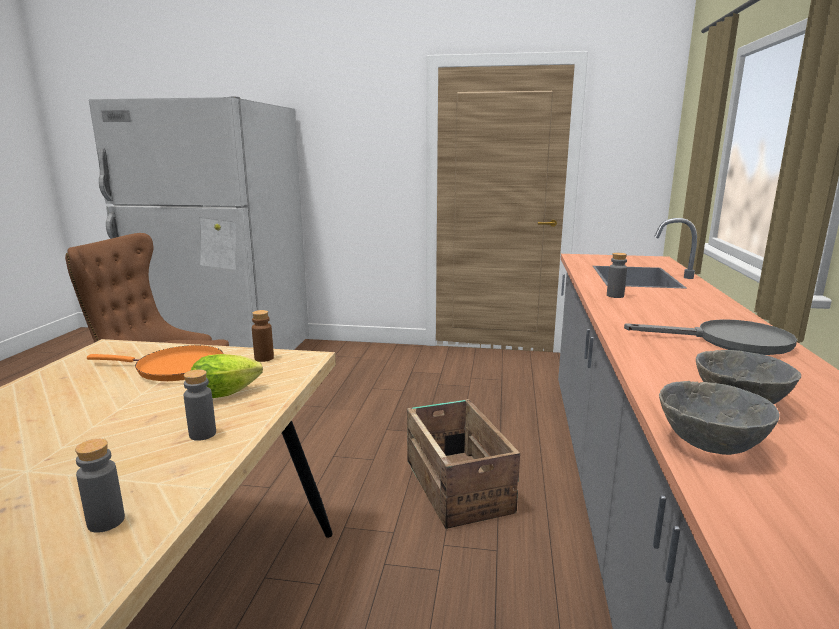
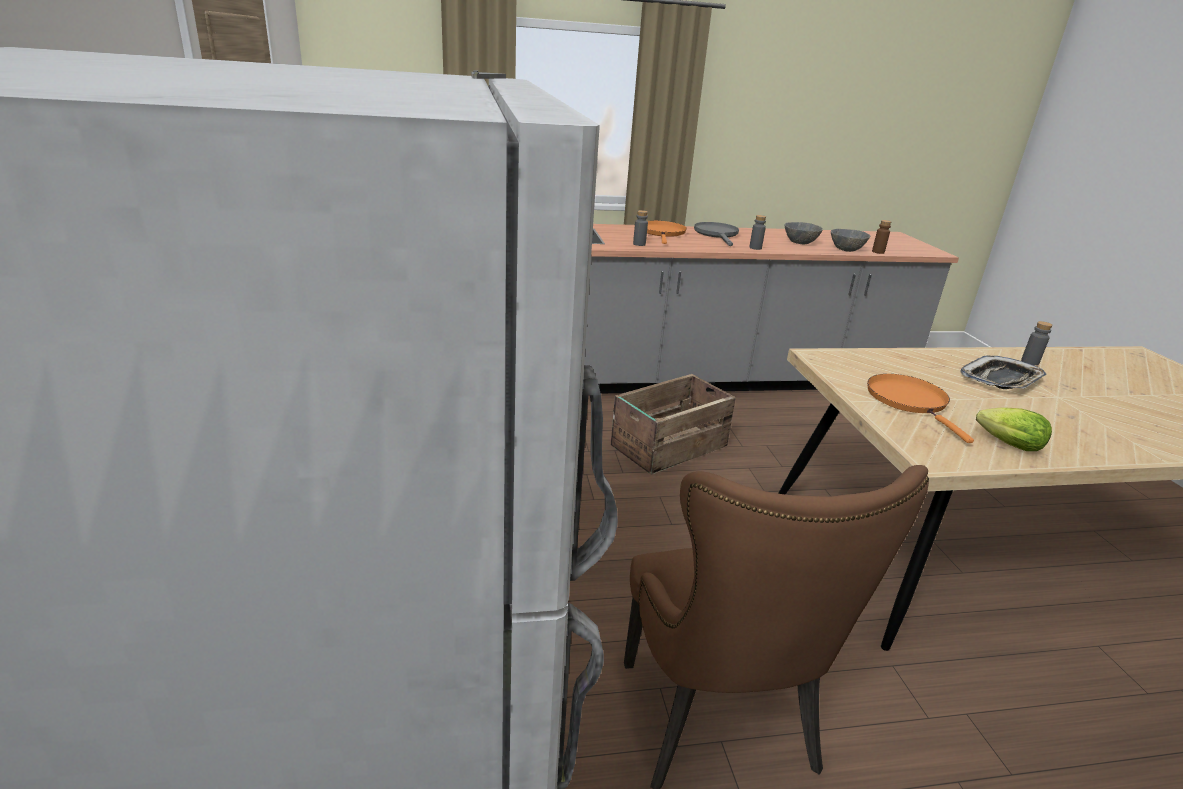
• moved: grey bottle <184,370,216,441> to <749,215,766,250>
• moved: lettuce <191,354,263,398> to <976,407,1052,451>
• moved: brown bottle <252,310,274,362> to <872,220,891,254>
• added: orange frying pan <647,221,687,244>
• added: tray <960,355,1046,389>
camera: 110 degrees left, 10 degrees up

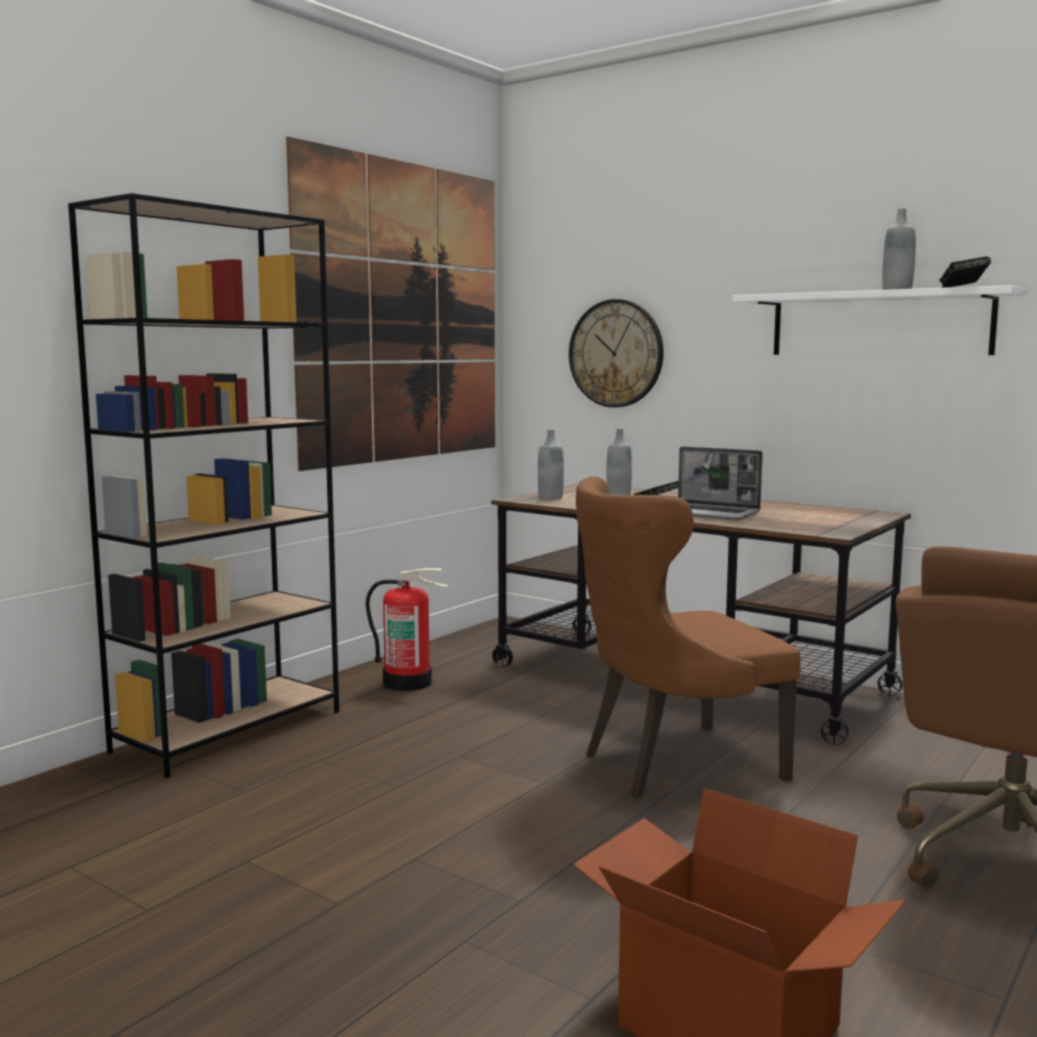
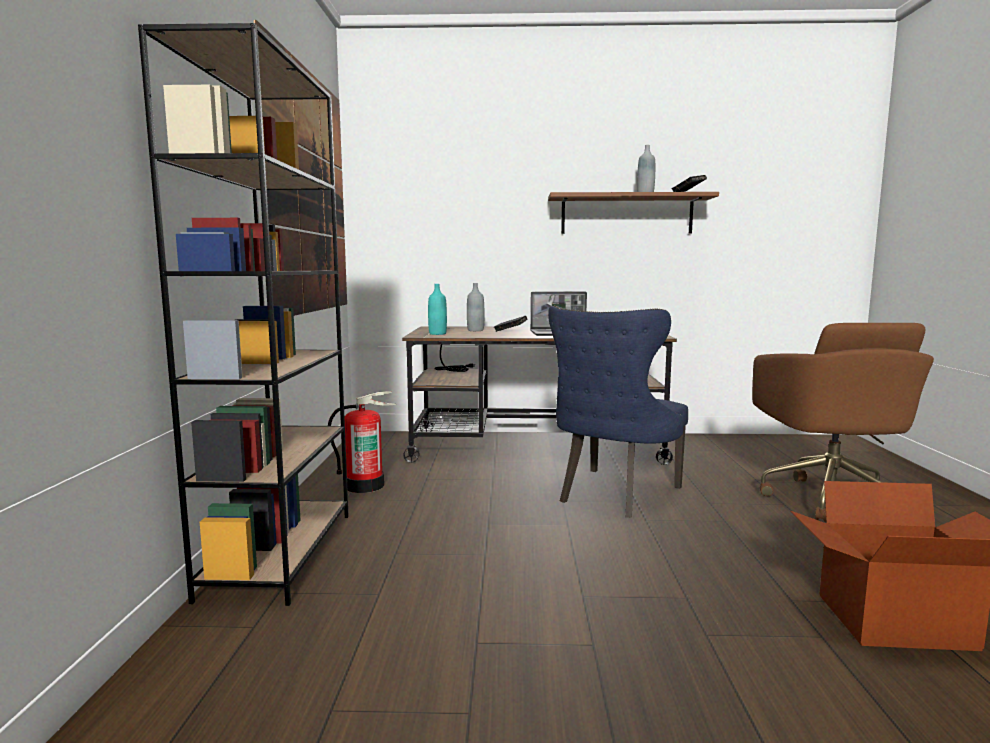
• recoloured: grey bottle <538,429,564,500> to turquoise bottle <428,284,447,335>
• removed: wall clock <569,299,664,408>
• recoloured: brown chair <576,476,800,798> to blue chair <548,305,688,518>
• recoloured: white shelf <732,285,1026,355> to brown shelf <548,192,719,234>
camera: 35 degrees left, 0 degrees up

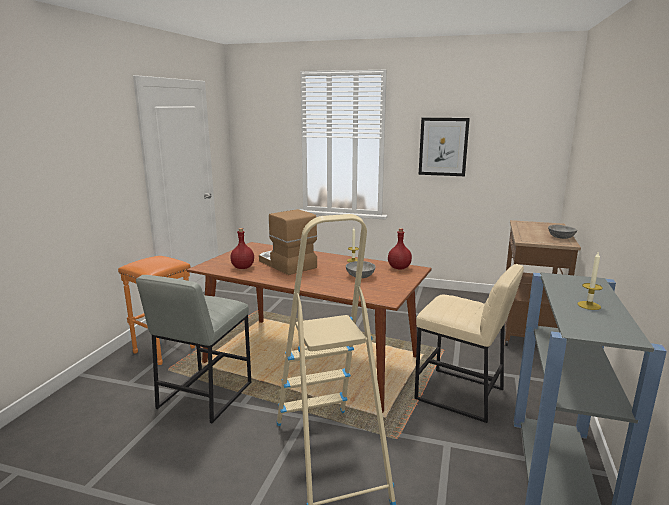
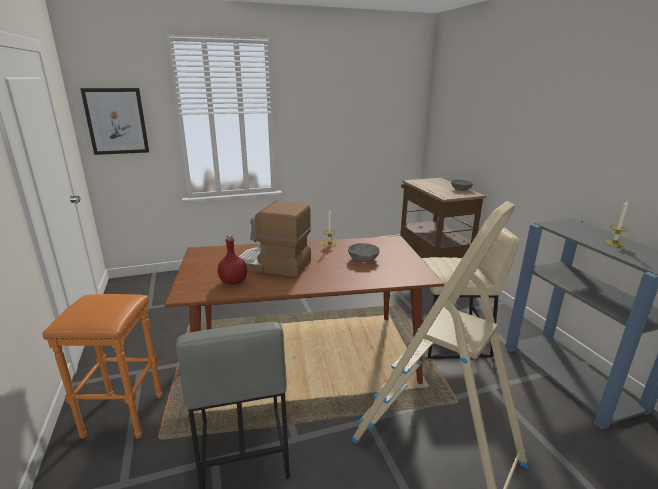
• removed: red bottle <388,228,412,270>
• moved: picture <419,118,470,176> to <80,88,149,155>
camera: 35 degrees left, 5 degrees up

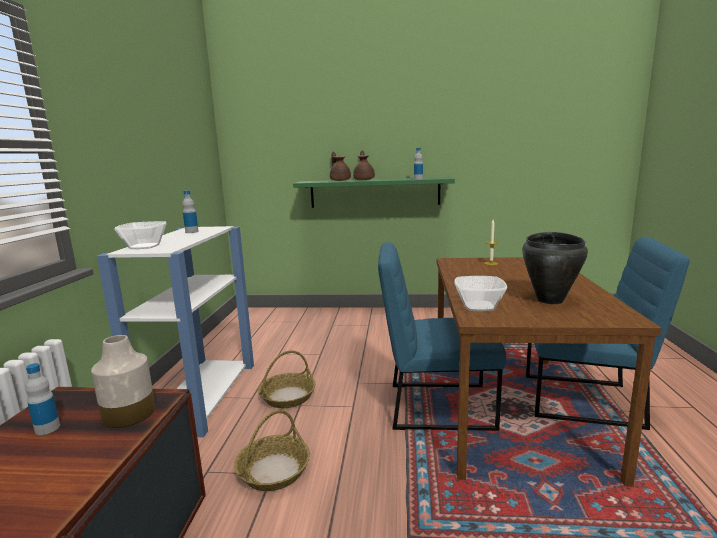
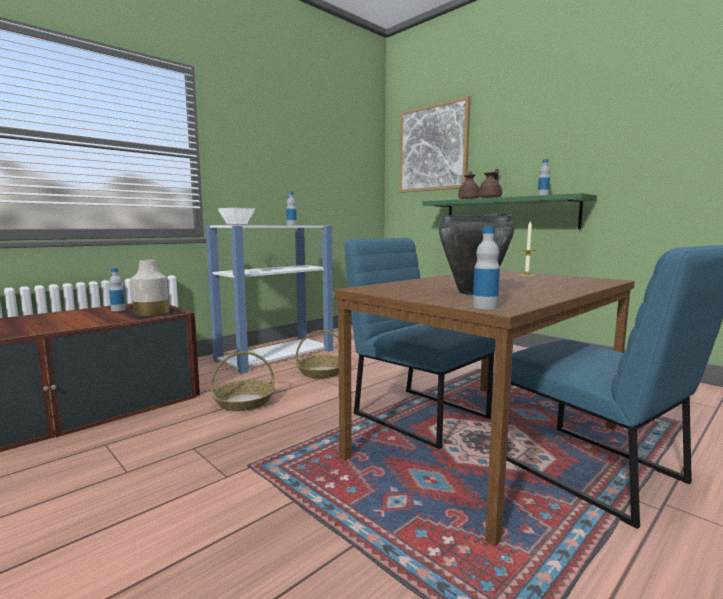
• removed: bowl <454,276,507,311>
• added: picture <399,96,471,193>
• added: bottle <473,226,500,309>
camera: 40 degrees right, 5 degrees down

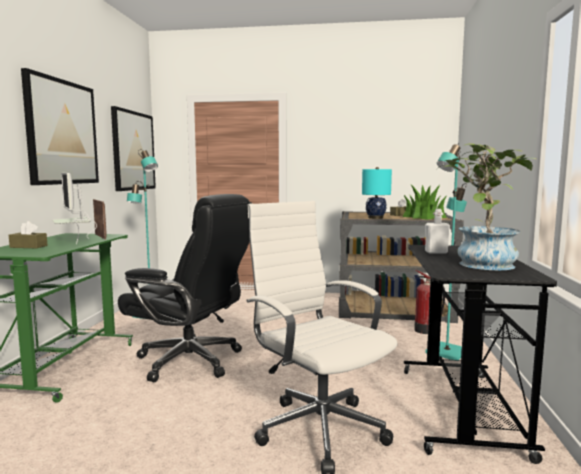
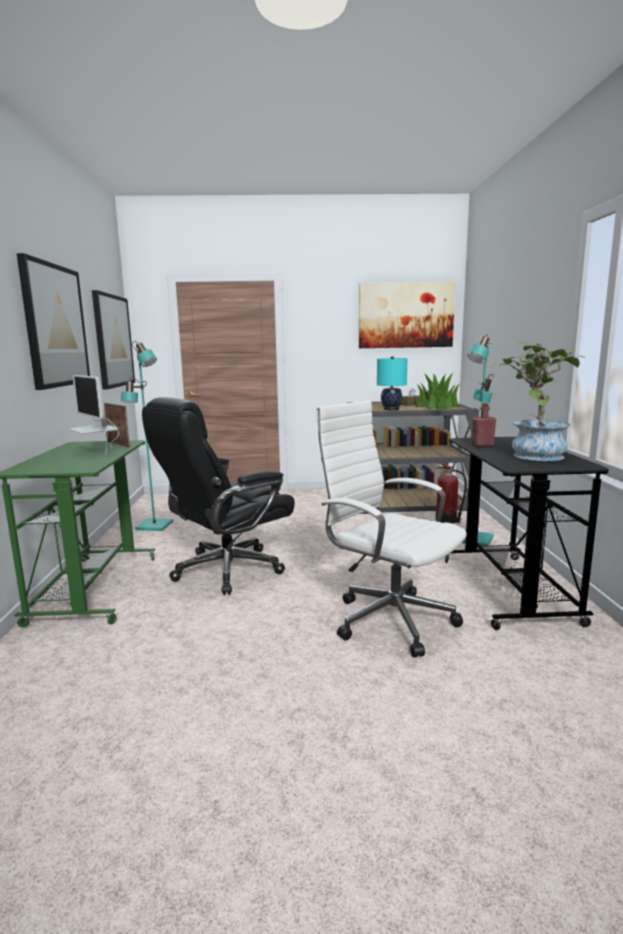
• removed: brown tissue box <9,221,48,248>
• turned: black office chair <118,194,253,382> = <142,397,295,595> 120 degrees clockwise
• recoloured: white bottle <425,209,450,254> to red bottle <472,403,496,447>
• added: picture <359,282,455,348>
camera: 10 degrees left, 5 degrees up

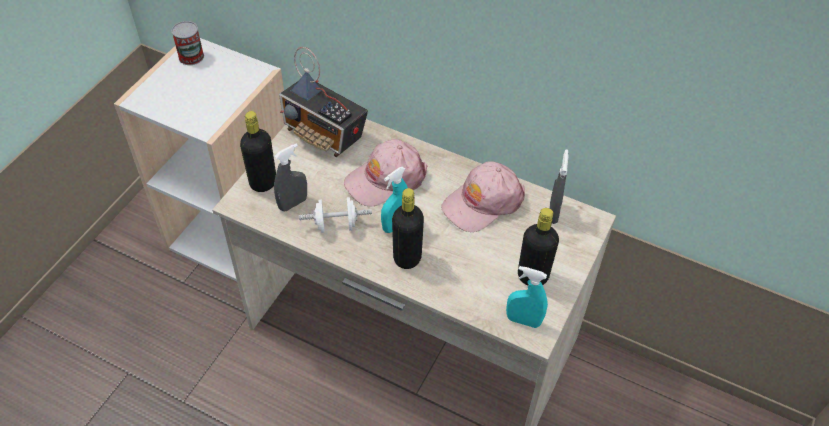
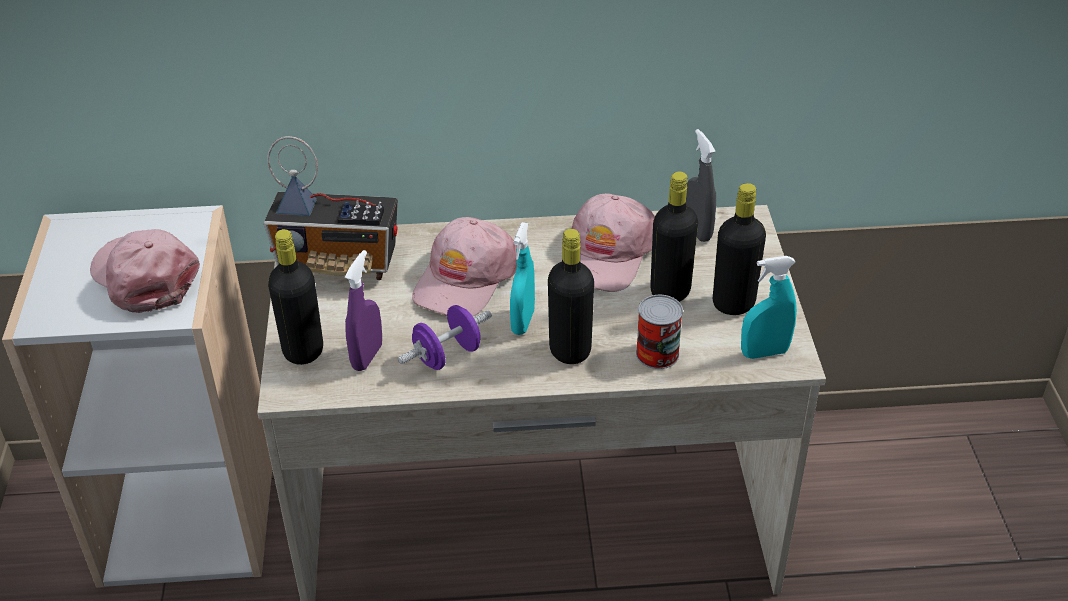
• moved: can <171,21,204,65> to <636,295,683,369>
• recoloured: grey spray bottle <274,143,307,211> to purple spray bottle <345,250,382,371>
• recoloured: white dumbbell <299,197,372,233> to purple dumbbell <398,305,492,370>
• added: pink cap <90,229,200,313>
• added: black bottle <650,172,698,302>
camera: 30 degrees left, 10 degrees down

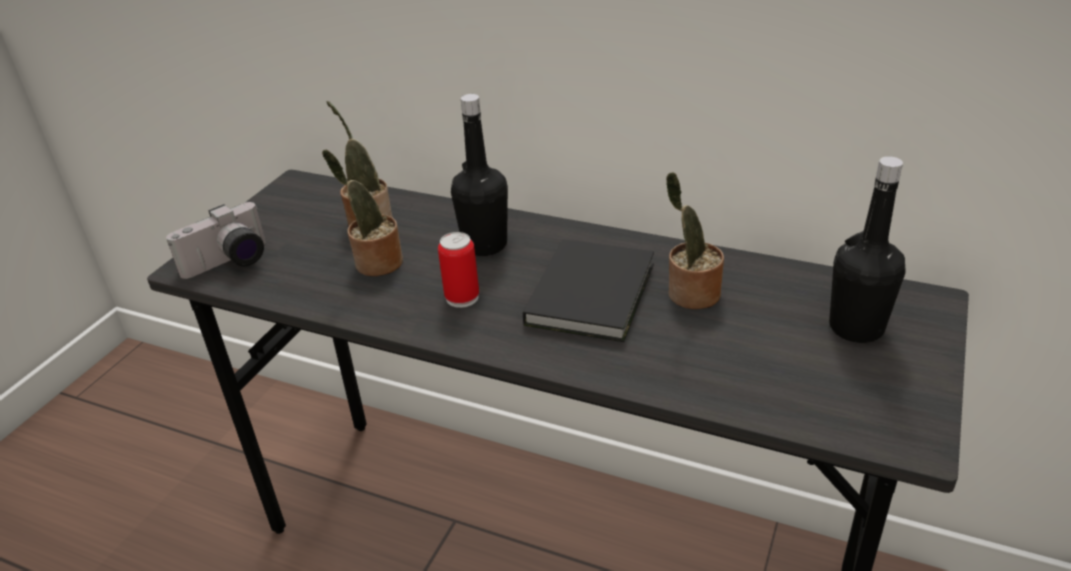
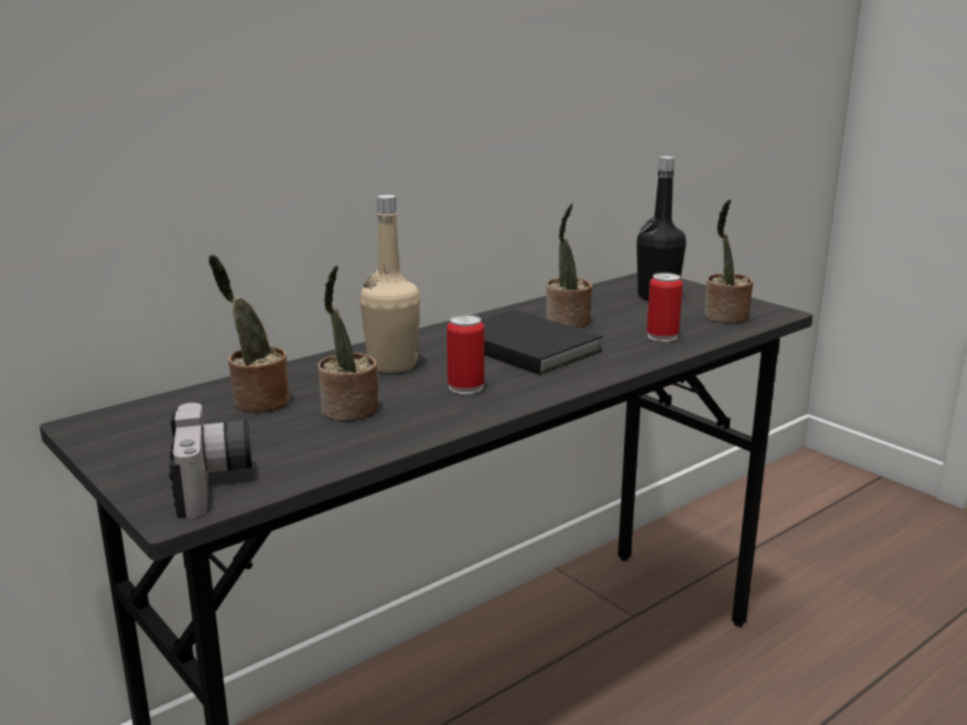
• recoloured: black bottle <451,94,508,256> to beige bottle <360,195,420,373>
• added: can <647,273,683,342>
• added: potted plant <704,199,753,323>
camera: 65 degrees left, 15 degrees down

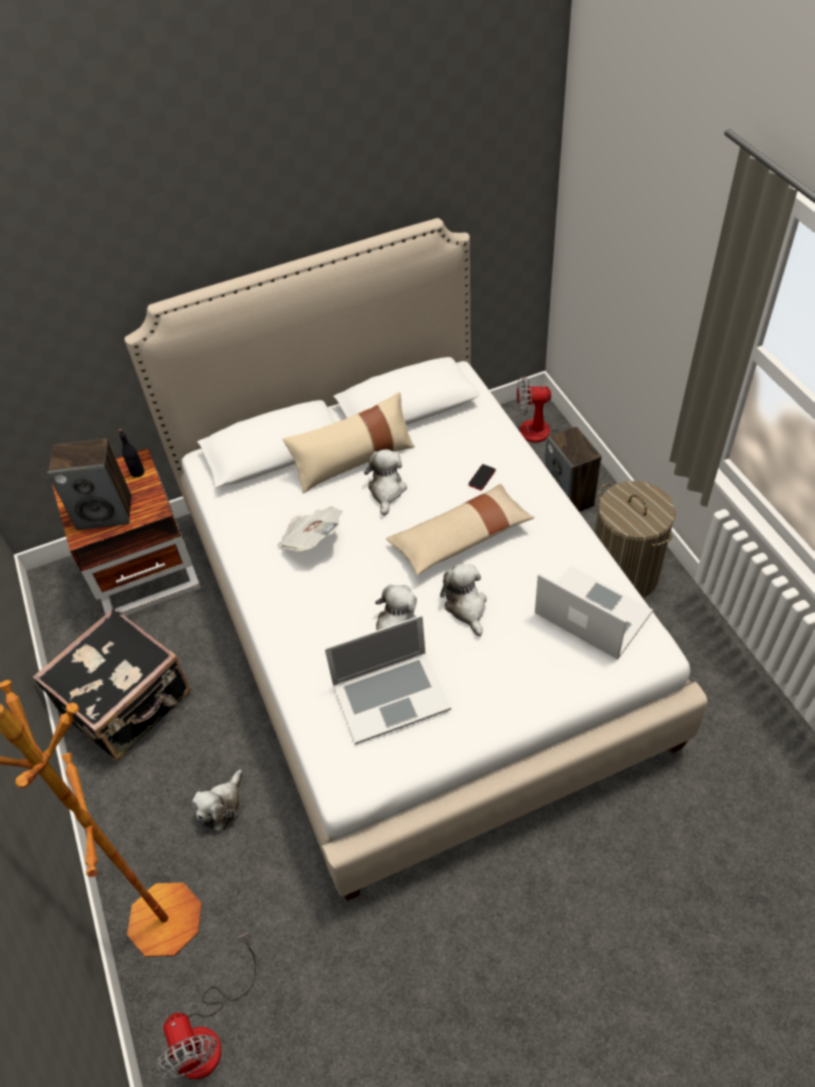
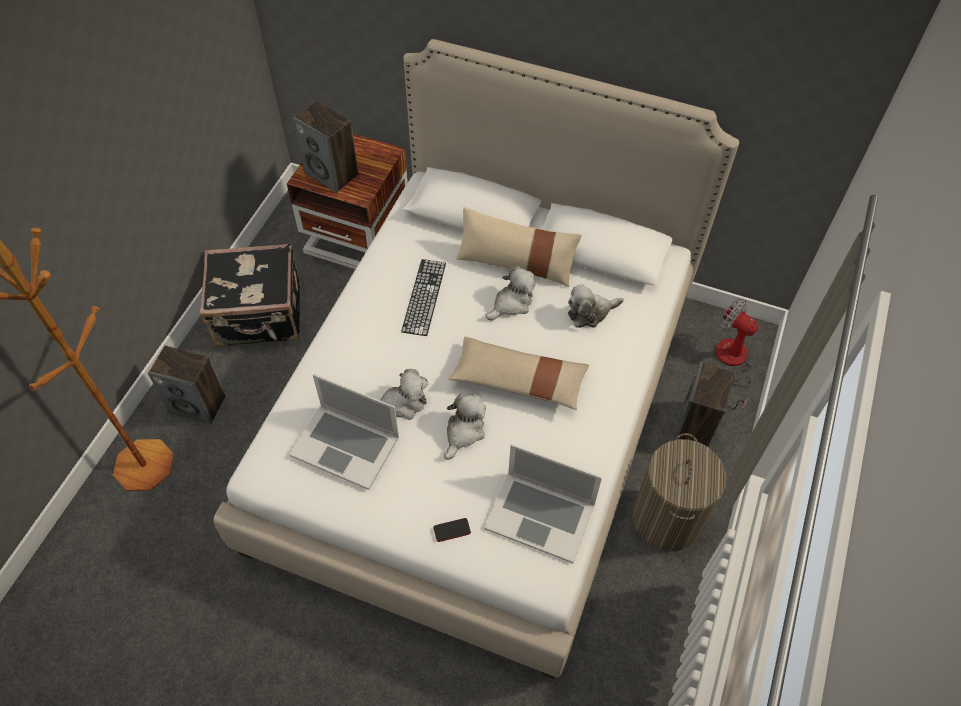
• removed: black bottle <118,428,144,478>
• removed: fan <155,932,256,1079>
• moved: plush toy <192,769,243,832> to <568,284,624,328>
• replaced: newspaper <278,507,343,551> to keyboard <401,259,446,336>
• moved: phone <468,464,496,490> to <433,518,471,542>
• turned: laptop <535,566,653,659> = <485,444,602,563> 120 degrees clockwise
• added: speaker <148,346,225,424>
camera: 40 degrees right, 5 degrees up

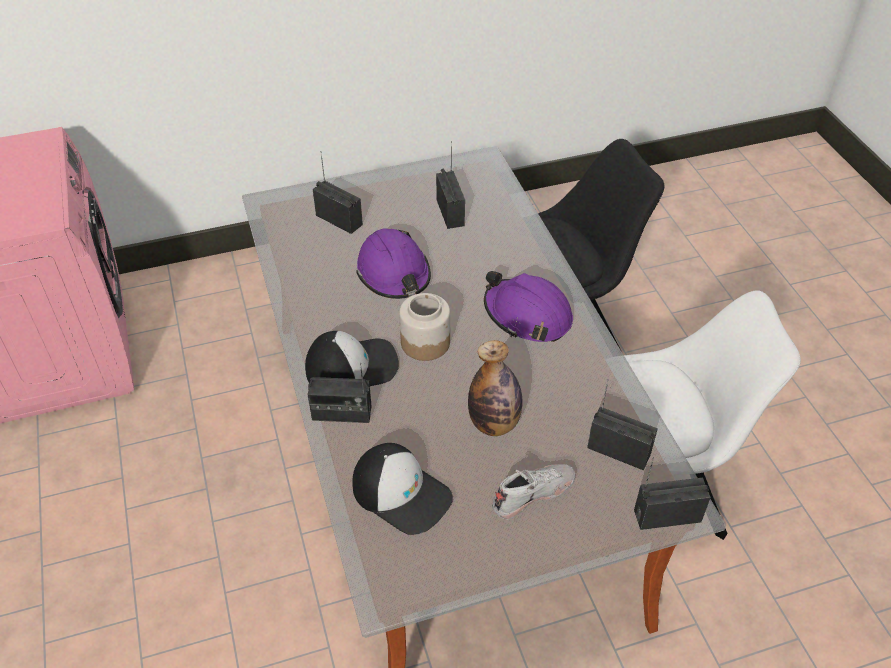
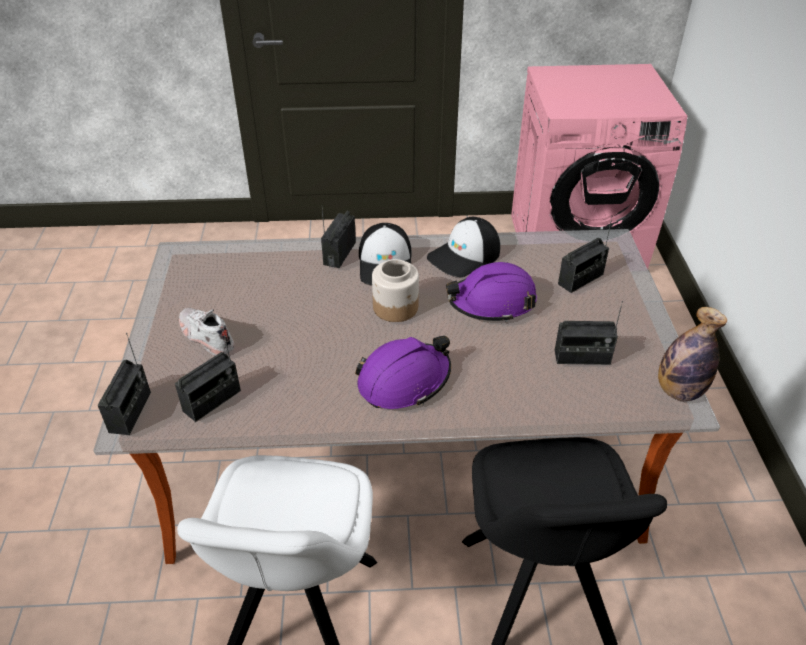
• moved: cap <352,443,453,535> to <427,217,500,277>
• moved: bottle <468,340,523,436> to <658,307,727,401>
• turned: white shoe <492,464,575,520> = <179,308,234,356> 150 degrees clockwise
camera: 105 degrees right, 5 degrees down

